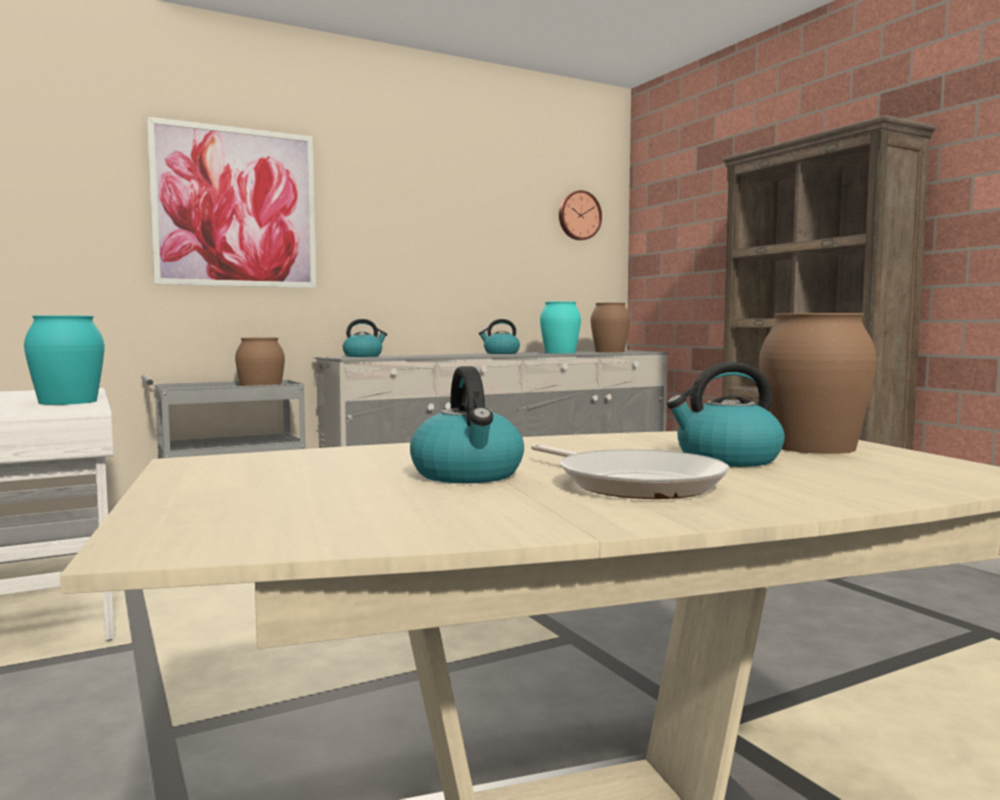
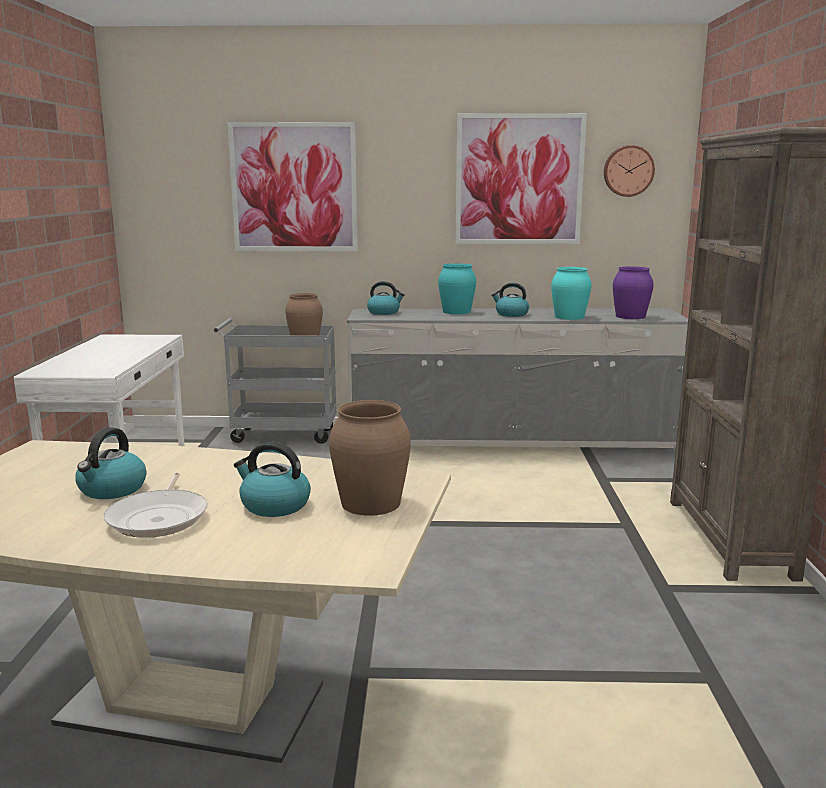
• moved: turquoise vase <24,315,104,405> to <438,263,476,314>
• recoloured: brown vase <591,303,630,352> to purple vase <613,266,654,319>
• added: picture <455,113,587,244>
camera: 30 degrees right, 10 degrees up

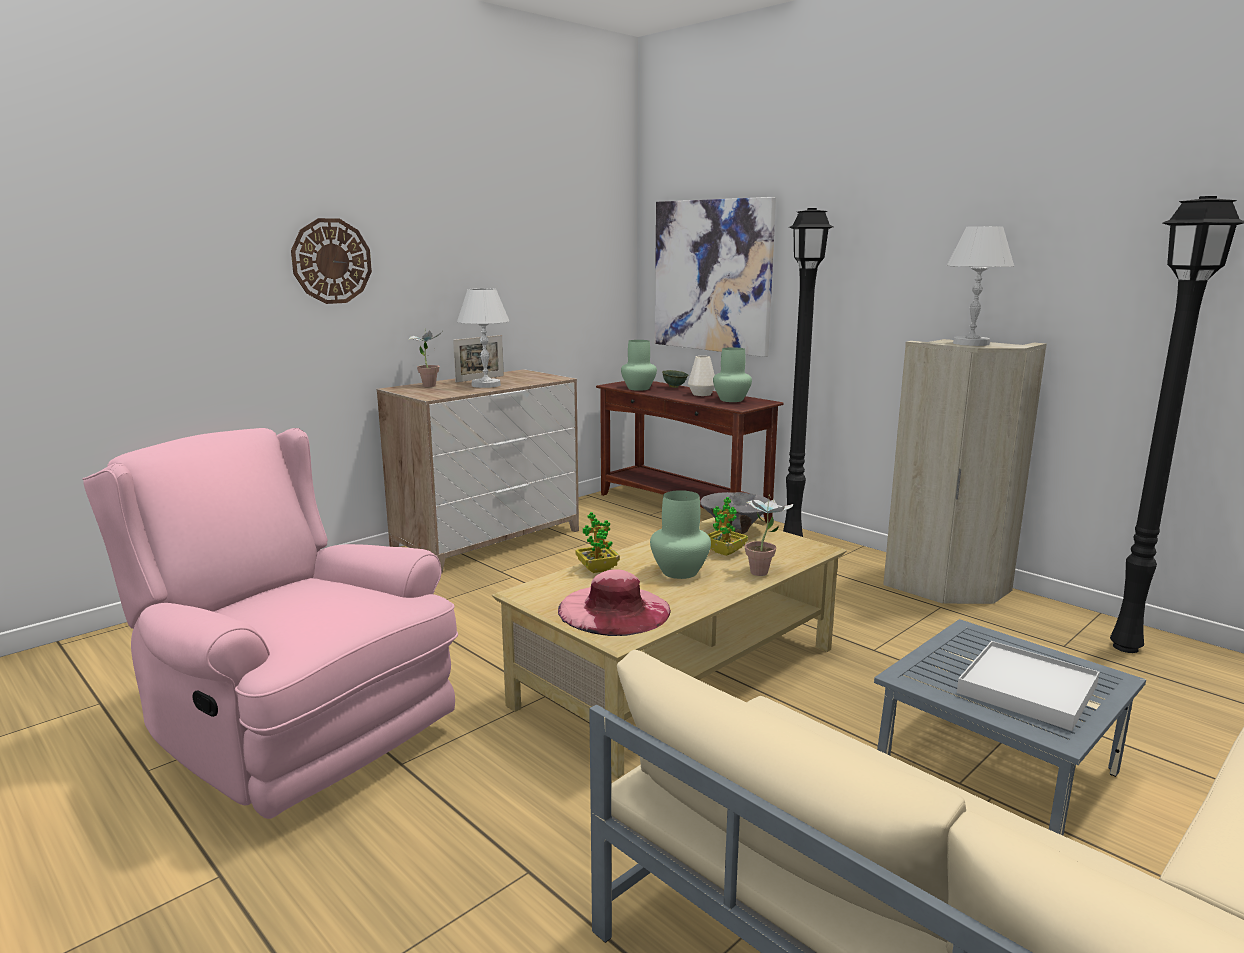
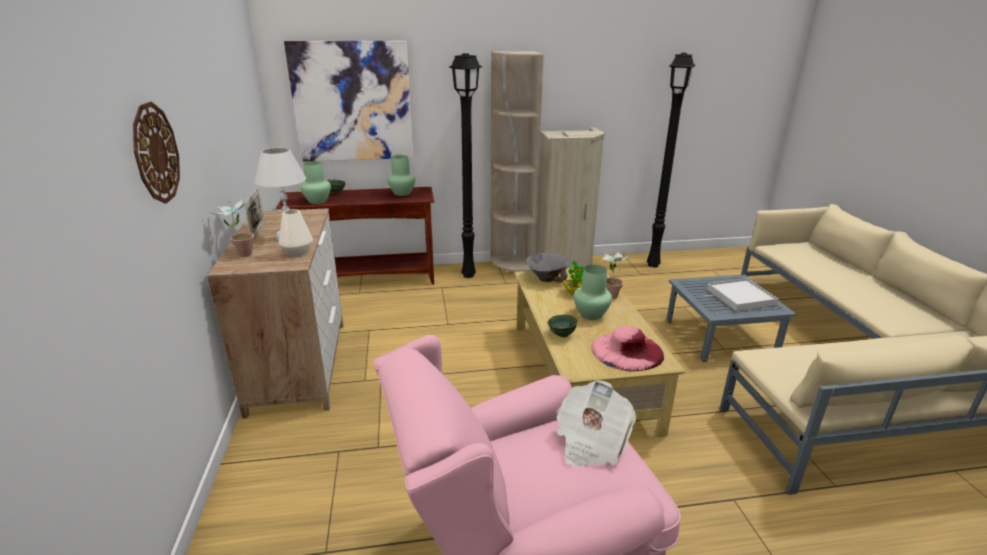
• replaced: potted plant <576,512,620,573> to green bowl <548,315,578,338>
• moved: white vase <688,356,715,396> to <279,209,313,256>
• removed: white table lamp <947,226,1014,346>
• added: beige bookcase <490,51,544,273>
• added: newspaper <556,380,636,467>
camera: 55 degrees left, 10 degrees up

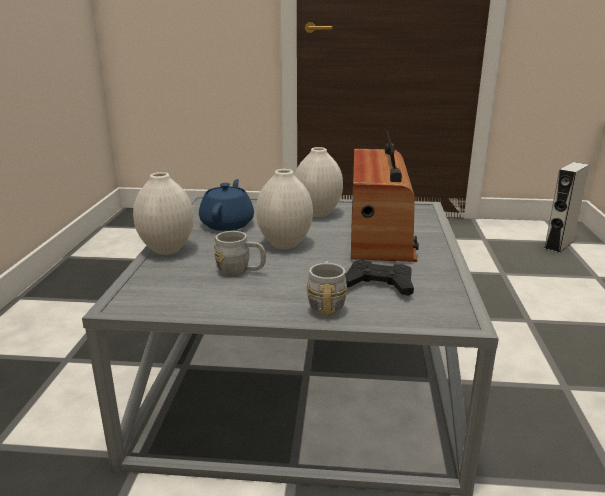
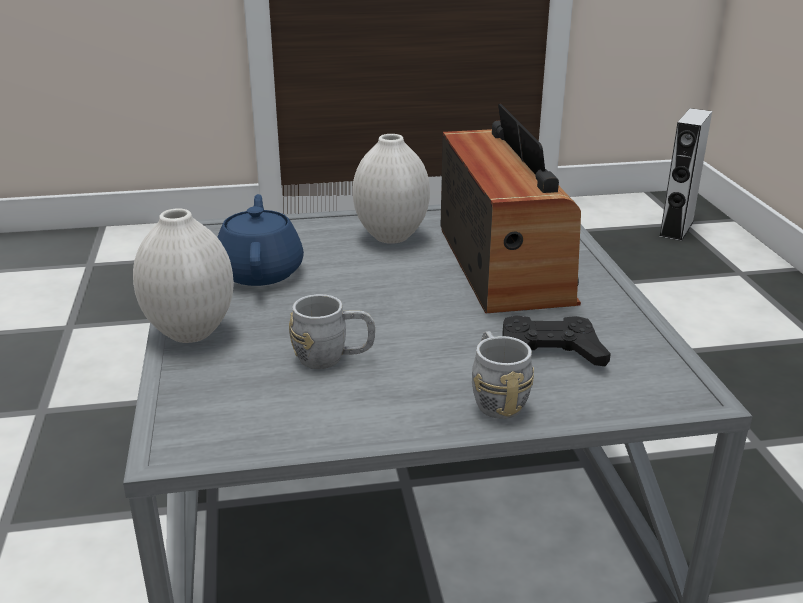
• removed: white vase <256,169,313,249>
camera: 15 degrees left, 5 degrees up

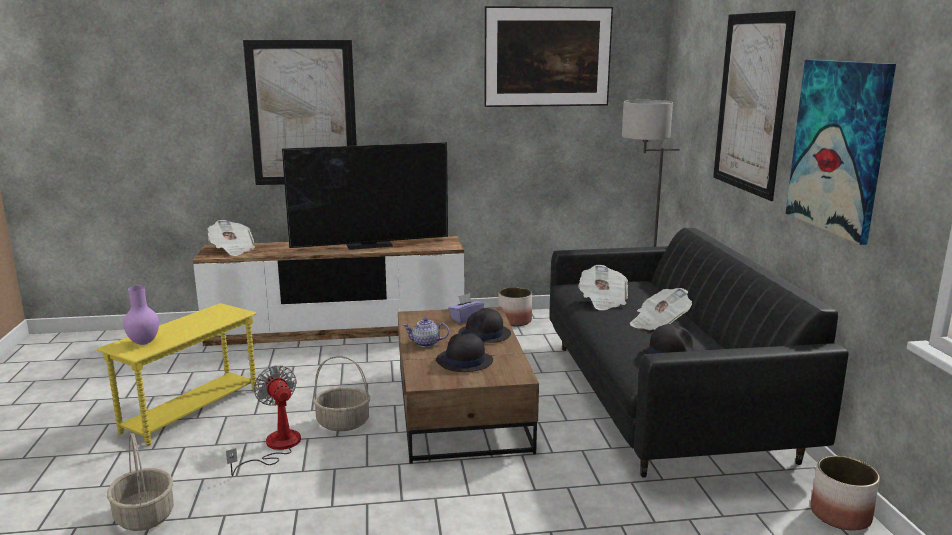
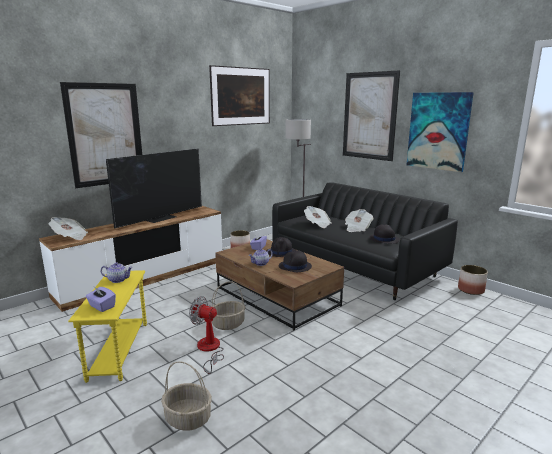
• replaced: purple vase <123,286,159,345> to purple tissue box <86,287,116,312>
• added: teapot <101,262,133,283>
camera: 35 degrees left, 0 degrees up

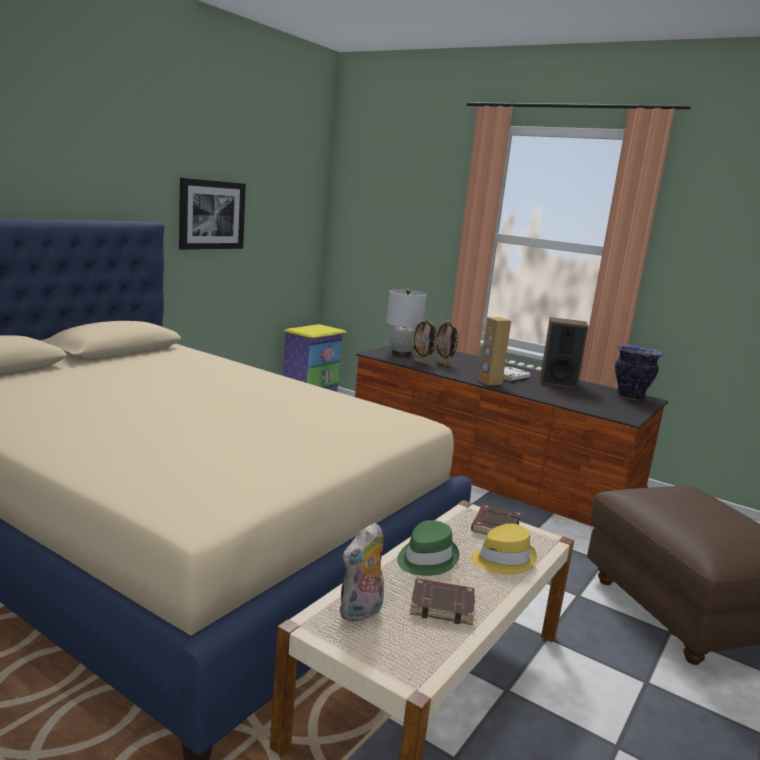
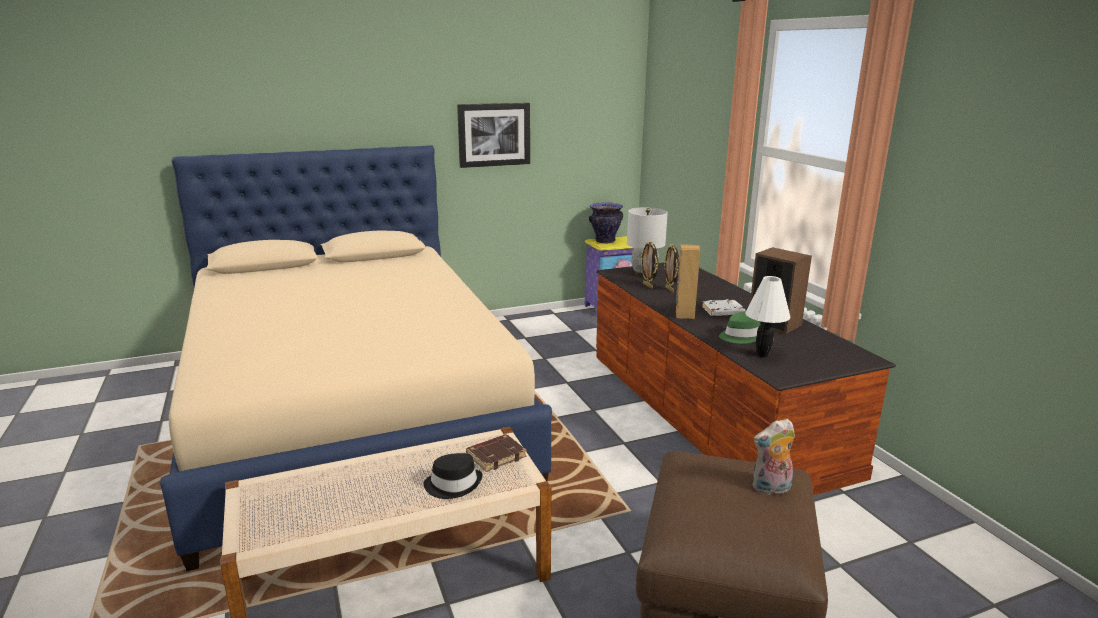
• moved: plush toy <339,523,384,622> to <752,419,795,496>
• moved: green hat <397,520,459,576> to <719,311,760,344>
• removed: brown book <409,578,475,625>
• recoloured: yellow hat <471,524,537,575> to black hat <424,453,482,499>
• moved: vase <615,345,663,400> to <589,202,623,244>
• added: white table lamp <745,276,790,357>
camera: 35 degrees right, 5 degrees up

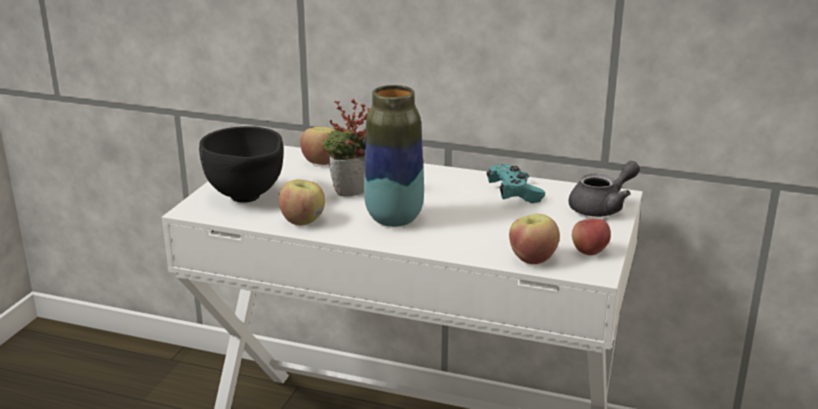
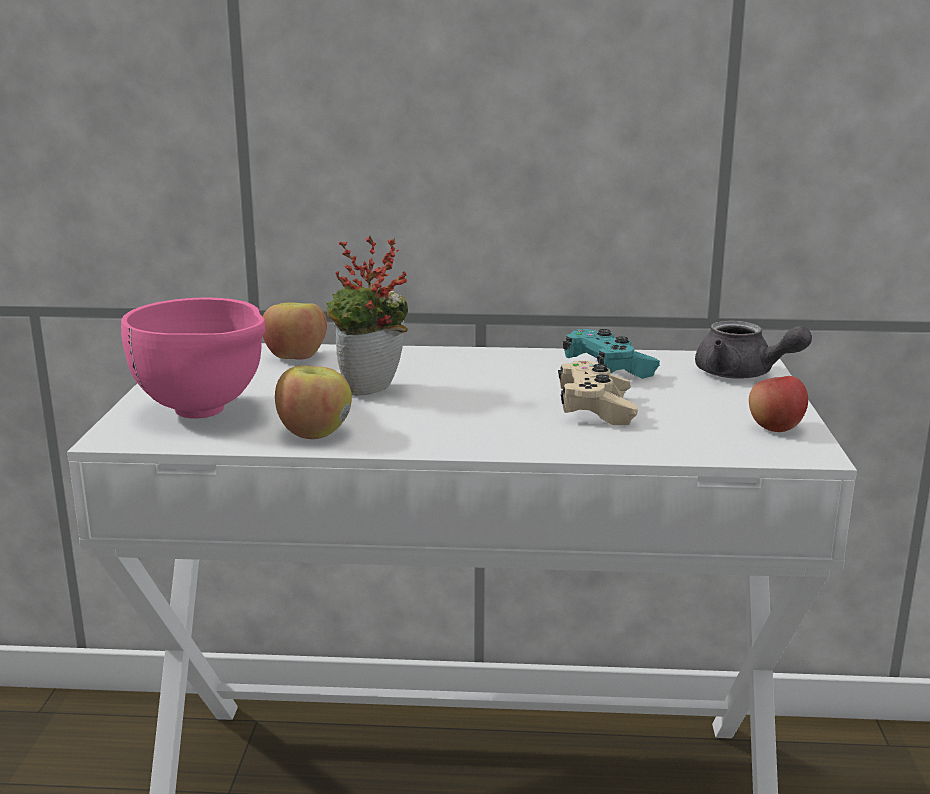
• recoloured: black bowl <199,126,283,203> to pink bowl <121,298,265,418>
• removed: vase <364,85,424,227>
• removed: apple <509,214,560,264>
• turned: grey teapot <569,161,640,217> = <695,321,812,379> 90 degrees clockwise
• added: beige game controller <558,360,638,425>
camera: 15 degrees left, 5 degrees down

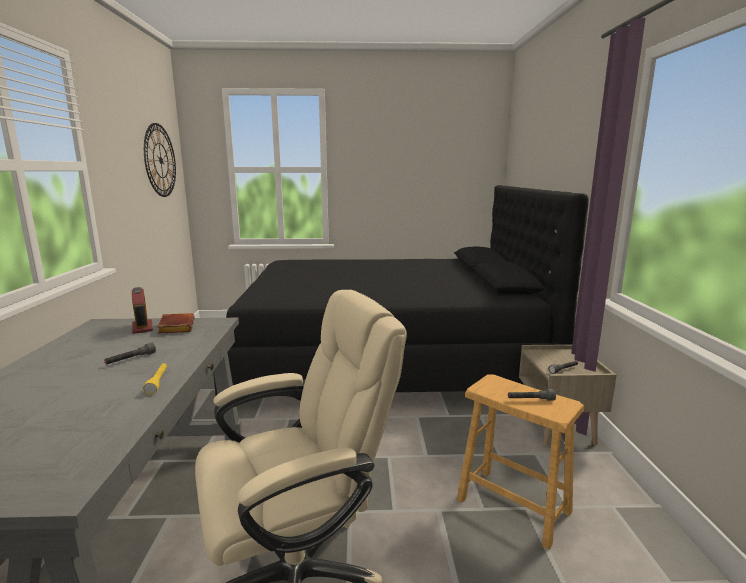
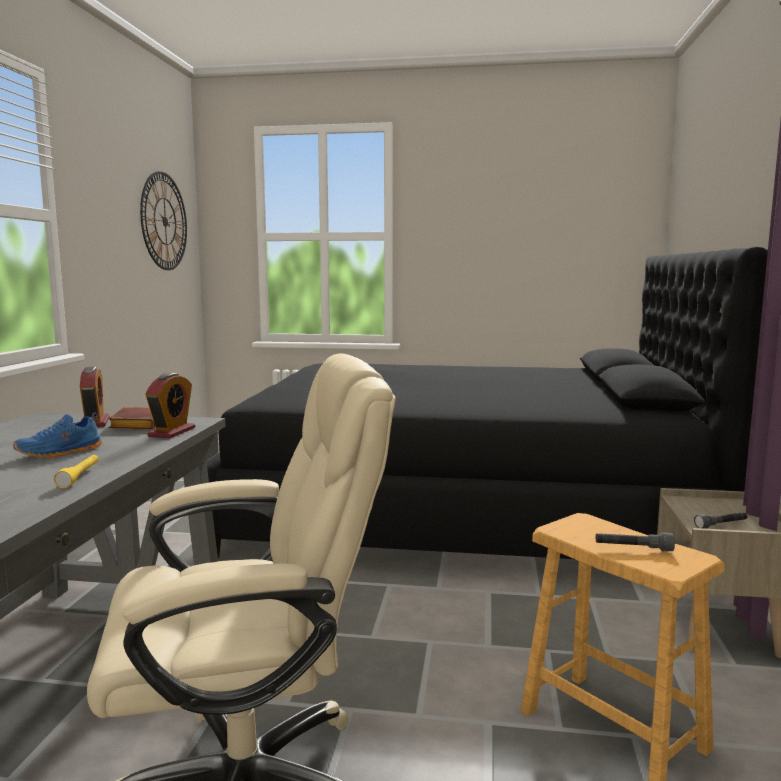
• replaced: grey flashlight <104,343,156,364> to blue shoe <13,412,102,458>
• added: alarm clock <145,373,195,438>
camera: 10 degrees right, 5 degrees down

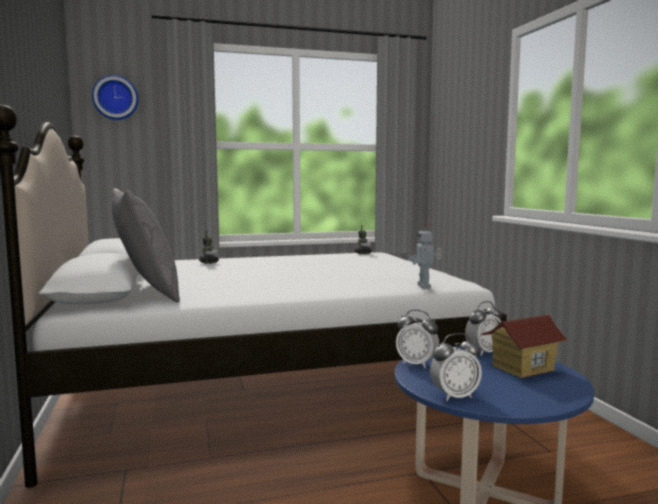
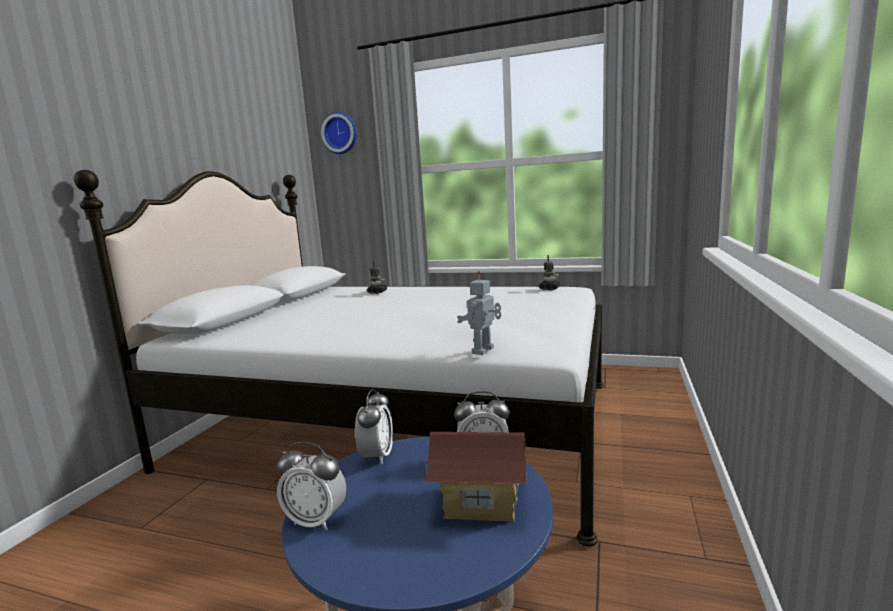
• removed: grey pillow <112,188,180,303>
• turned: alarm clock <396,310,439,368> = <355,389,393,464> 150 degrees counterclockwise
camera: 35 degrees right, 5 degrees up

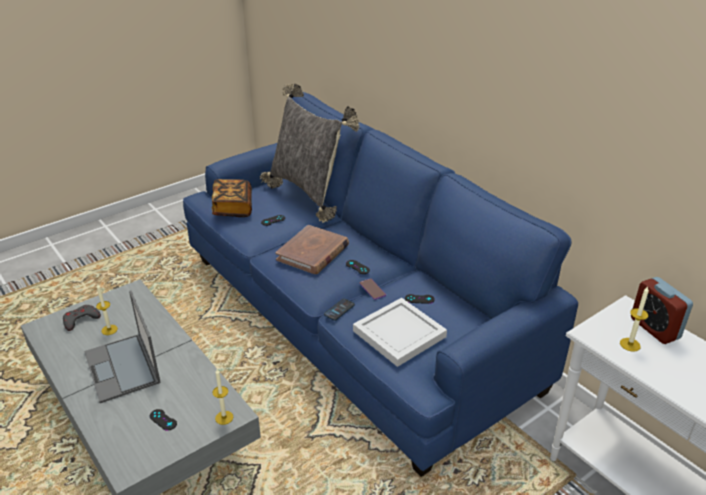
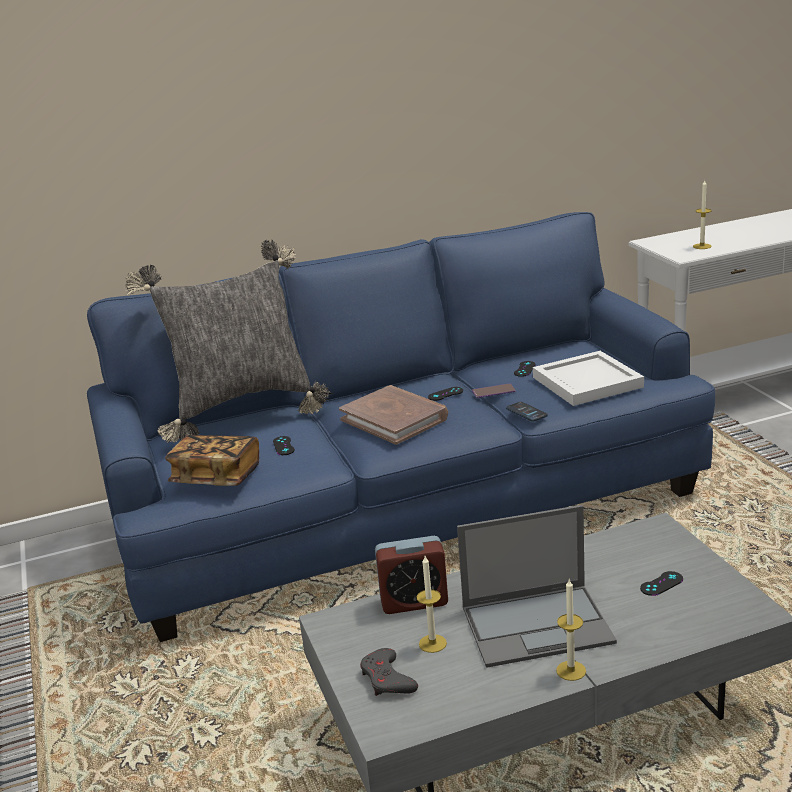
• moved: candle <212,369,233,425> to <556,578,586,681>
• moved: alarm clock <631,277,693,344> to <375,536,448,614>
camera: 70 degrees left, 10 degrees down

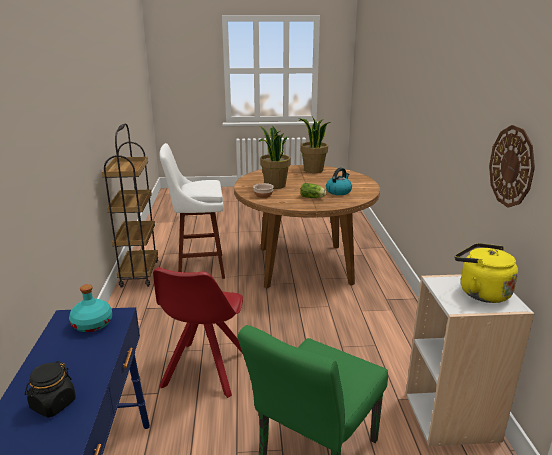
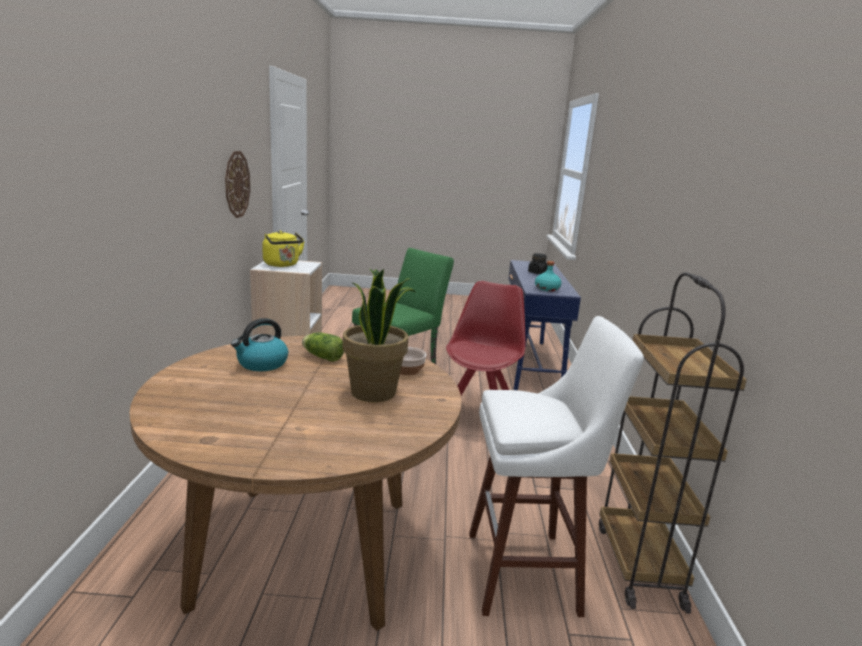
• removed: potted plant <299,116,331,173>
camera: 175 degrees left, 5 degrees down

